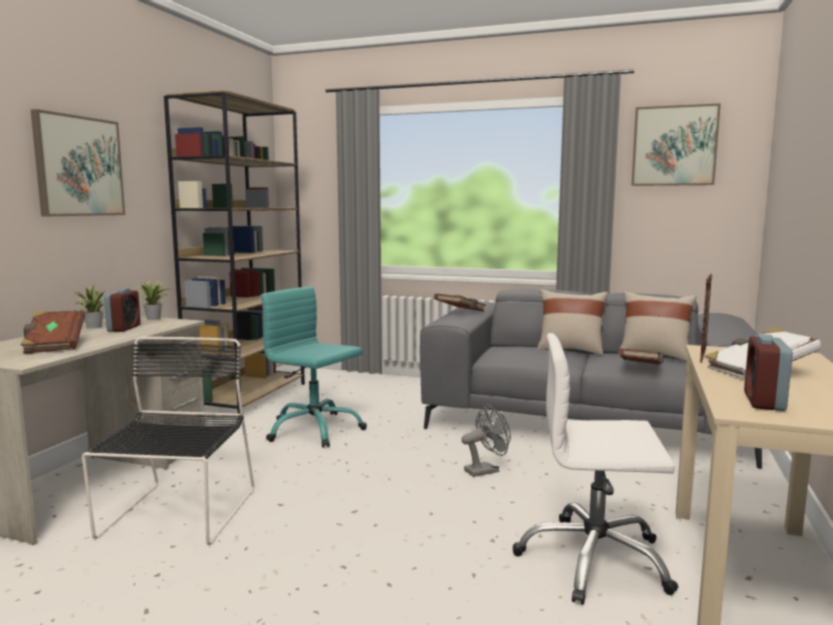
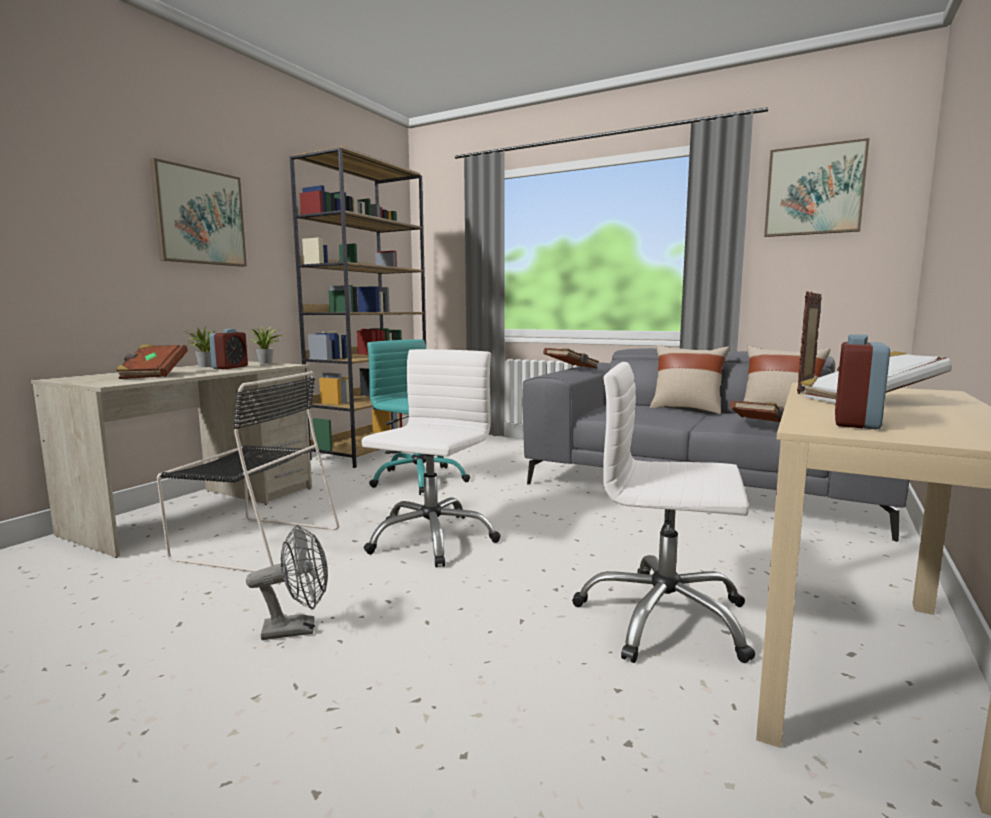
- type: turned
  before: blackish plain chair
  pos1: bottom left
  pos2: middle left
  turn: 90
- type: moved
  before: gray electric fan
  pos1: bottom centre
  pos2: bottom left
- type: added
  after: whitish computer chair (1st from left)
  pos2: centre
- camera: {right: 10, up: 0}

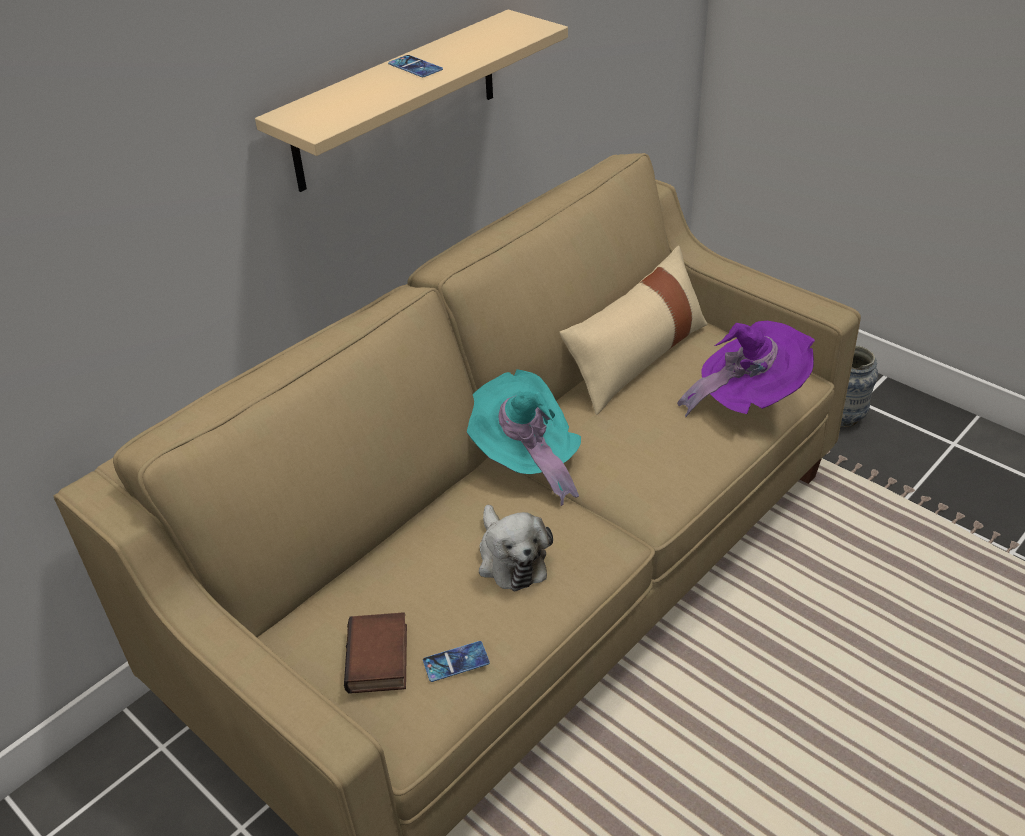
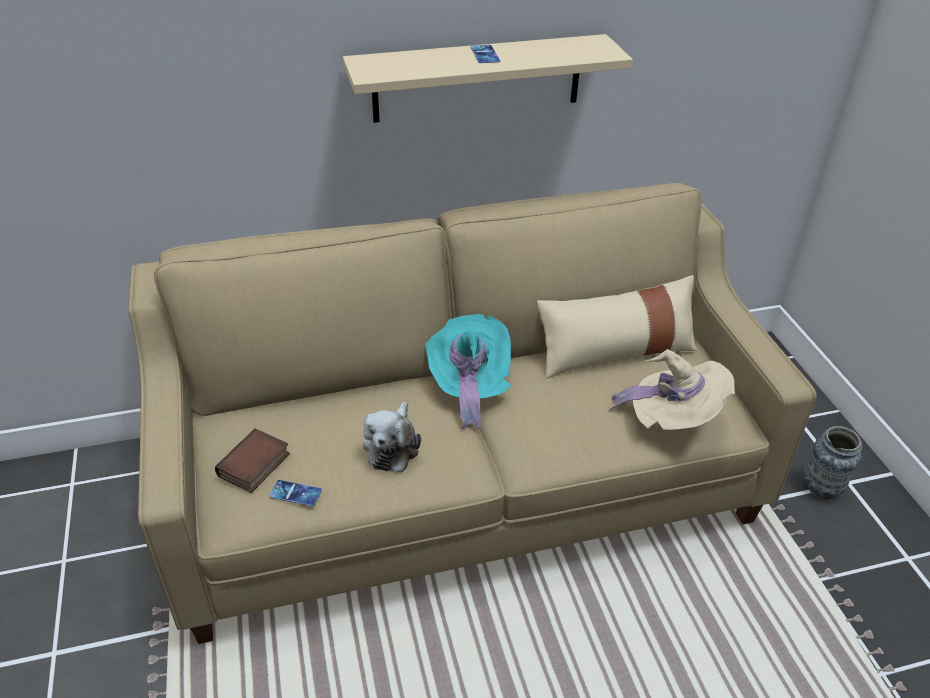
- type: recoloured
  before: purple hat
  after: sand-coloured hat
  pos1: middle right
  pos2: middle right
- camera: {right: 30, up: 0}

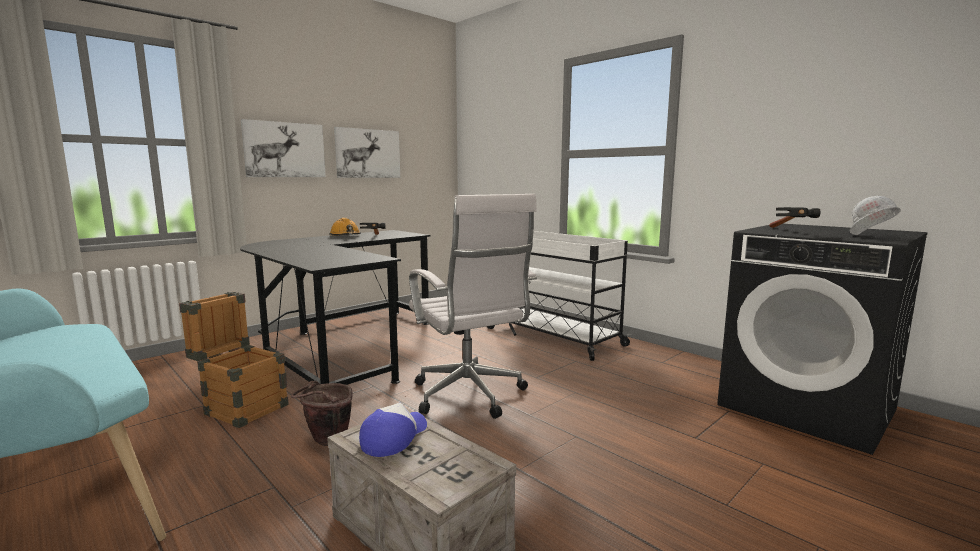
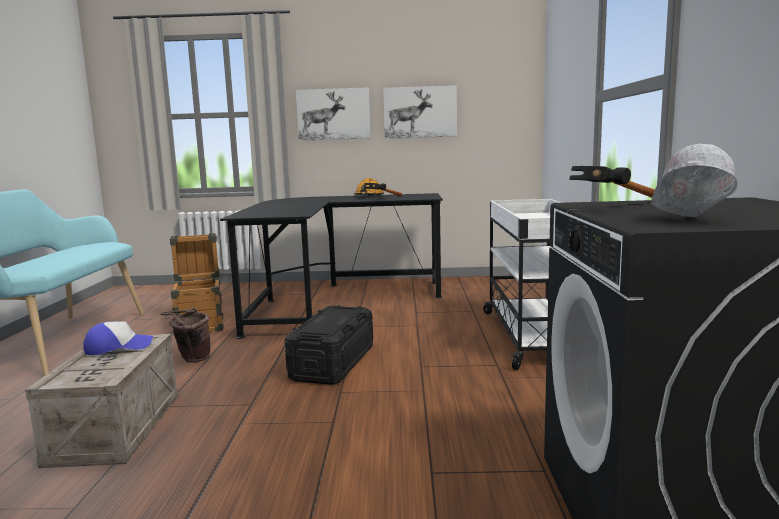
- type: replaced
  before: whitish computer chair
  after: blackish storage container
  pos1: centre
  pos2: centre
- camera: {right: 45, up: 0}

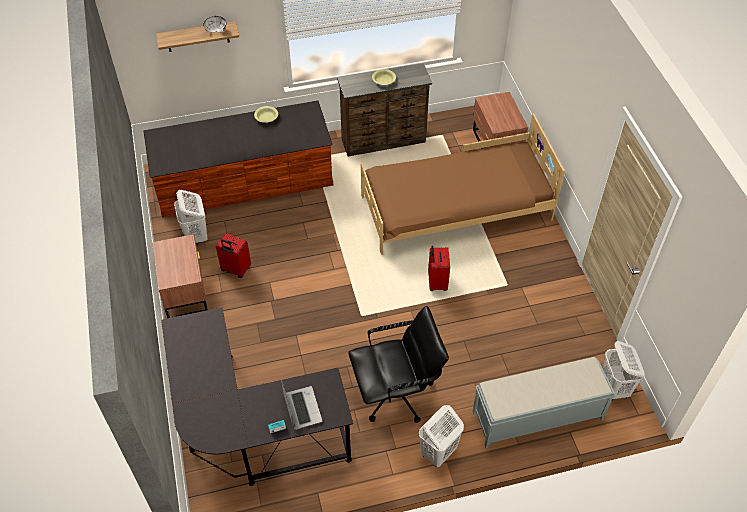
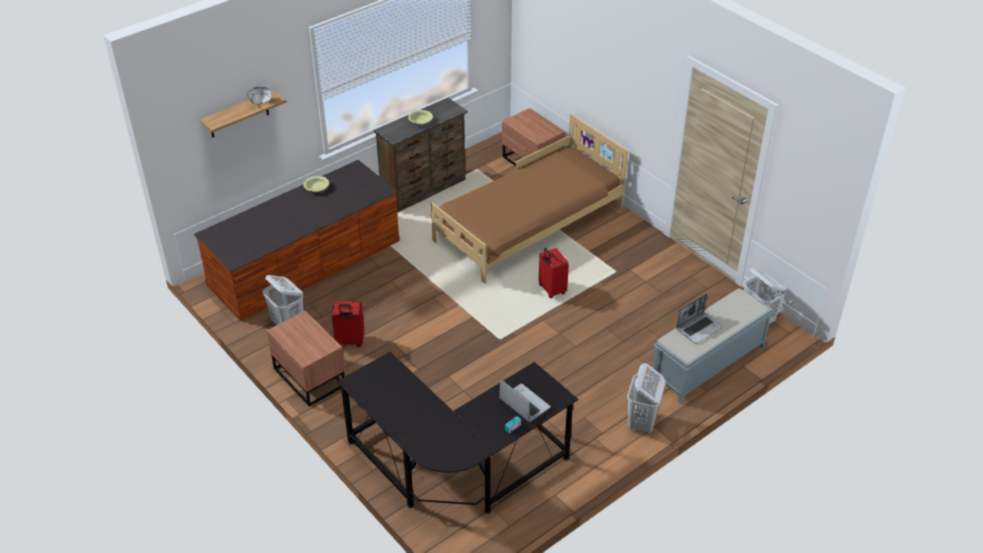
- type: removed
  before: blackish computer chair
  pos1: bottom centre
- type: added
  after: notebook computer (2nd from left)
  pos2: middle right
- camera: {right: -25, up: -10}

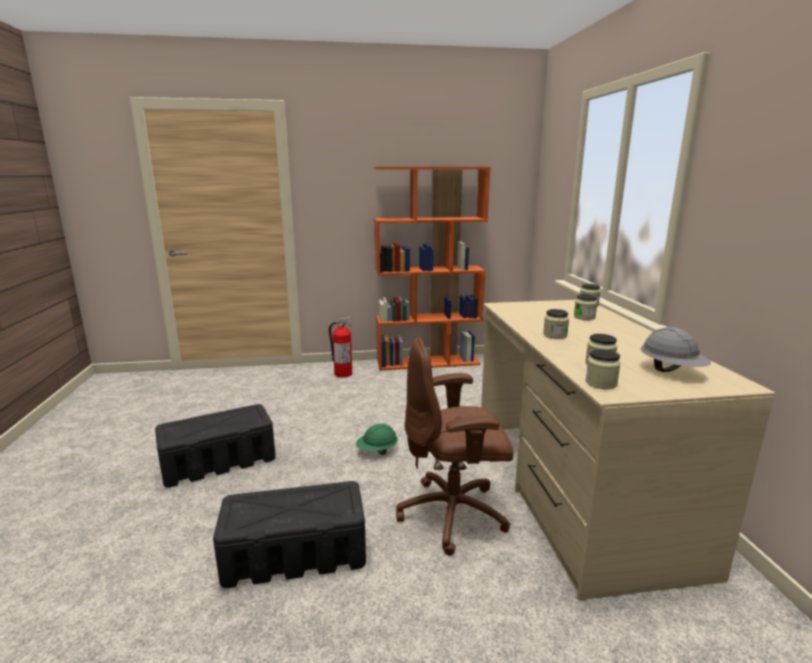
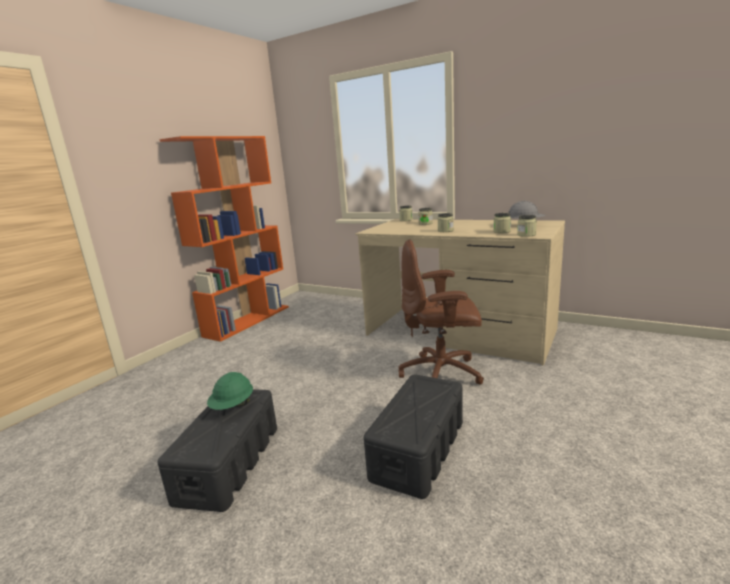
- type: removed
  before: extinguisher
  pos1: centre
- type: turned
  before: brownish computer chair
  pos1: bottom centre
  pos2: centre
  turn: 60
- type: moved
  before: greenish hard hat
  pos1: centre
  pos2: bottom left
- camera: {right: -50, up: 0}

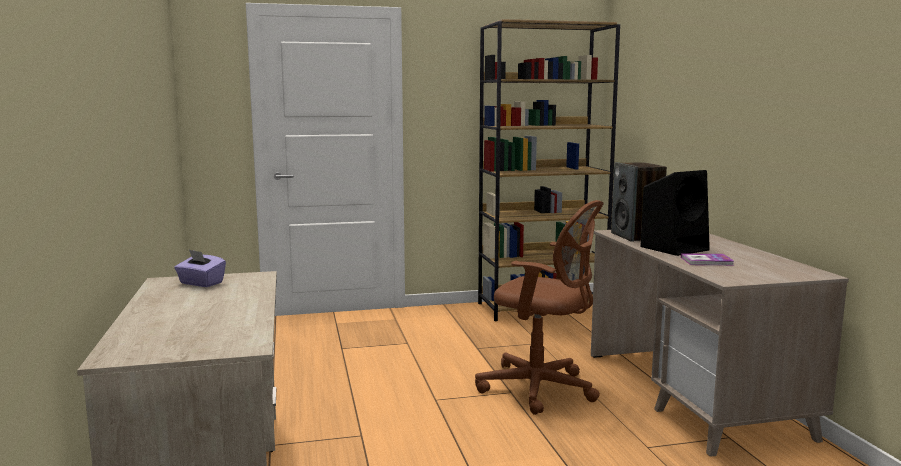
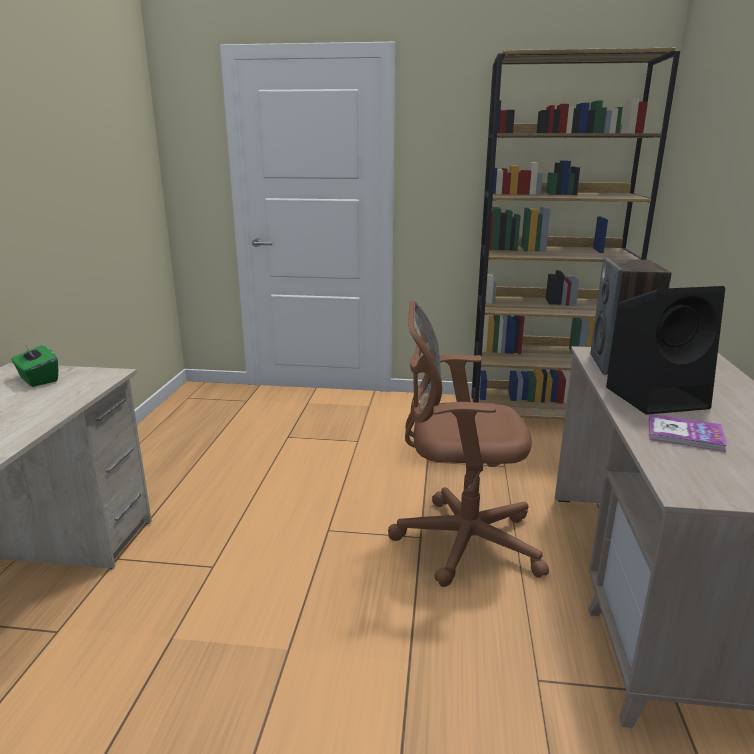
- type: turned
  before: brownish computer chair
  pos1: centre
  pos2: centre
  turn: 135
- type: recoloured
  before: purple tissue box
  after: greenish tissue box
  pos1: middle left
  pos2: middle left
- camera: {right: 20, up: 10}

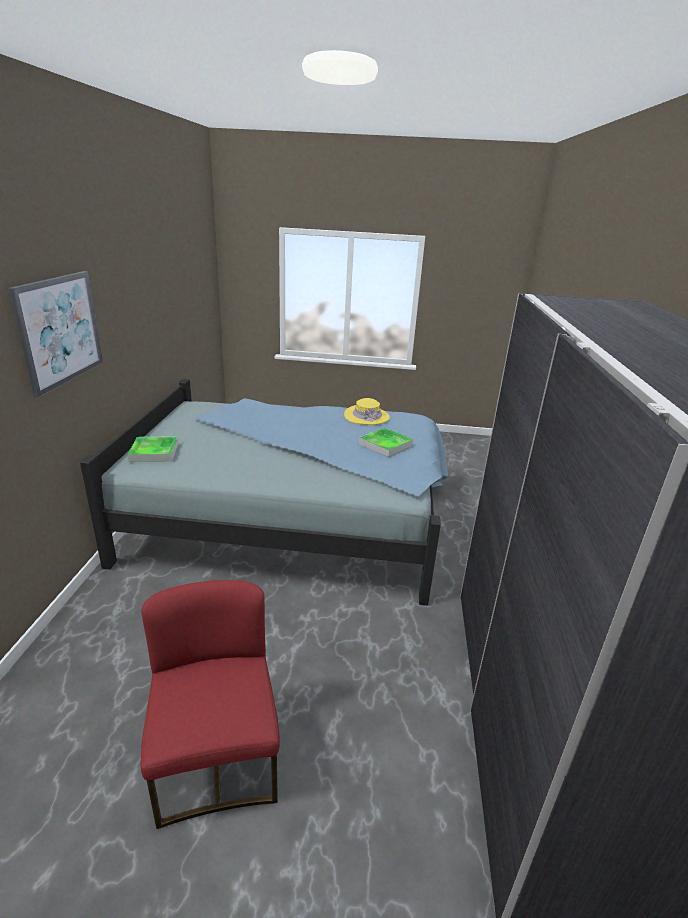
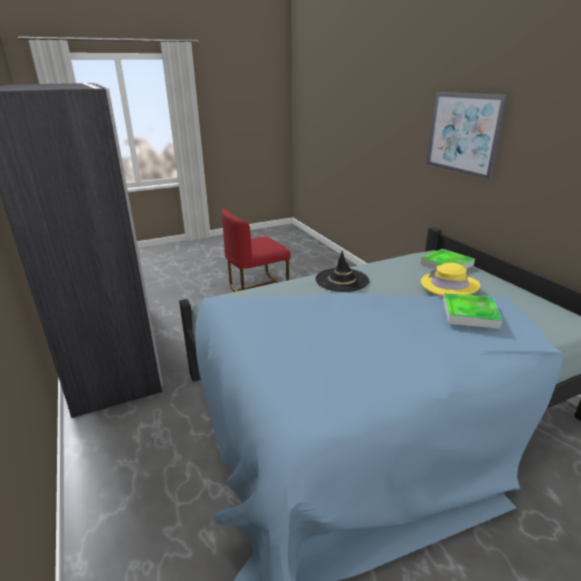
- type: moved
  before: yellowish hat
  pos1: centre
  pos2: middle right
- type: moved
  before: tray (2nd from left)
  pos1: centre
  pos2: middle right
- type: turned
  before: red-coloured plain chair
  pos1: bottom left
  pos2: centre
  turn: 105
- type: added
  after: blackish hat
  pos2: centre
- camera: {right: 150, up: 0}

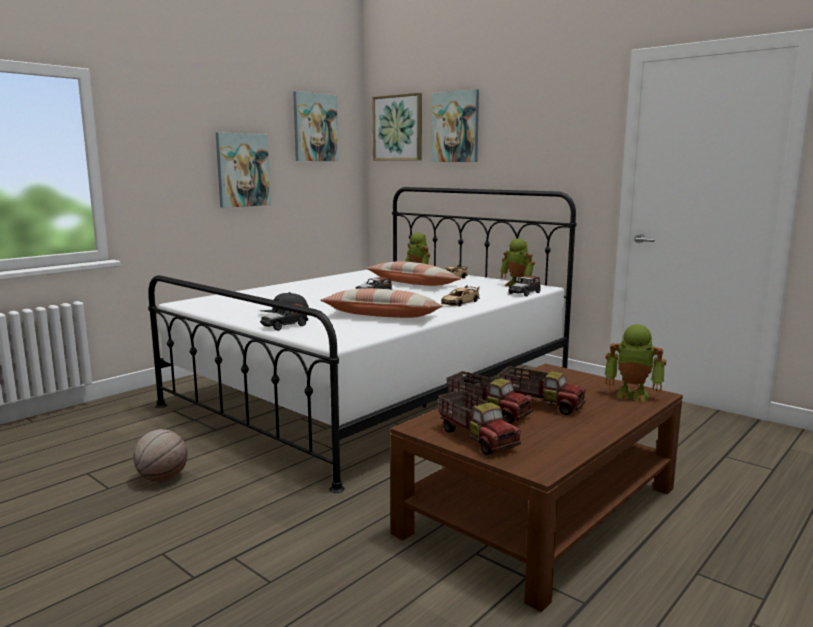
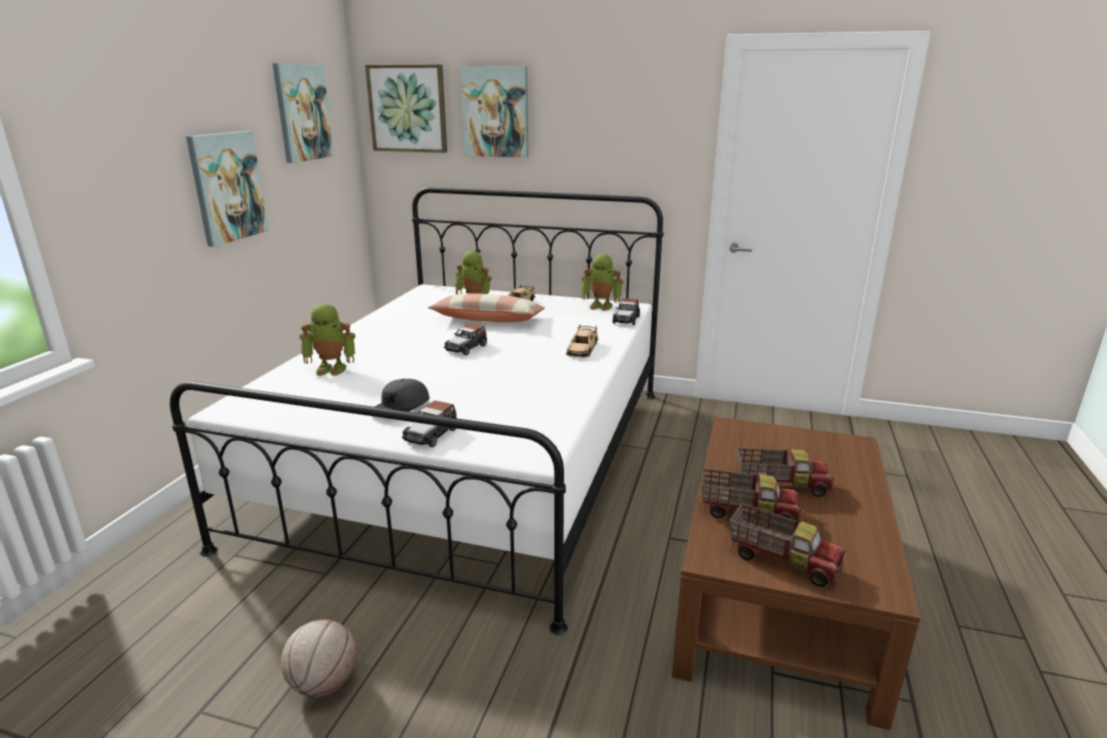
- type: removed
  before: throw pillow (1st from left)
  pos1: centre
- type: moved
  before: toy robot (3rd from left in the first image)
  after: toy robot (1st from left)
  pos1: middle right
  pos2: middle left
- camera: {right: -25, up: 10}

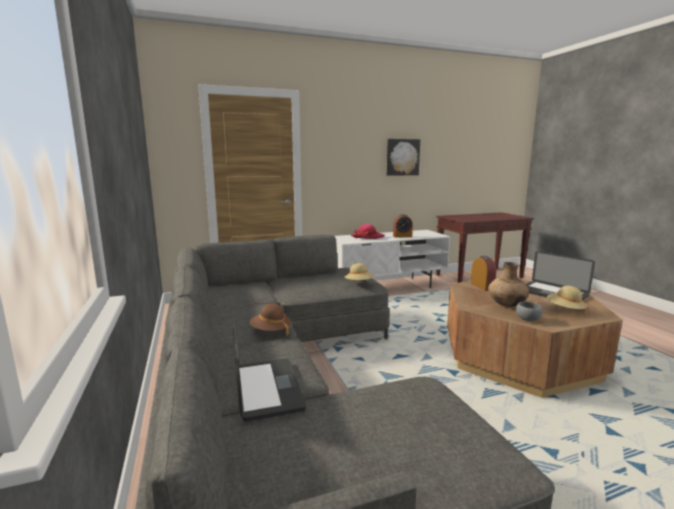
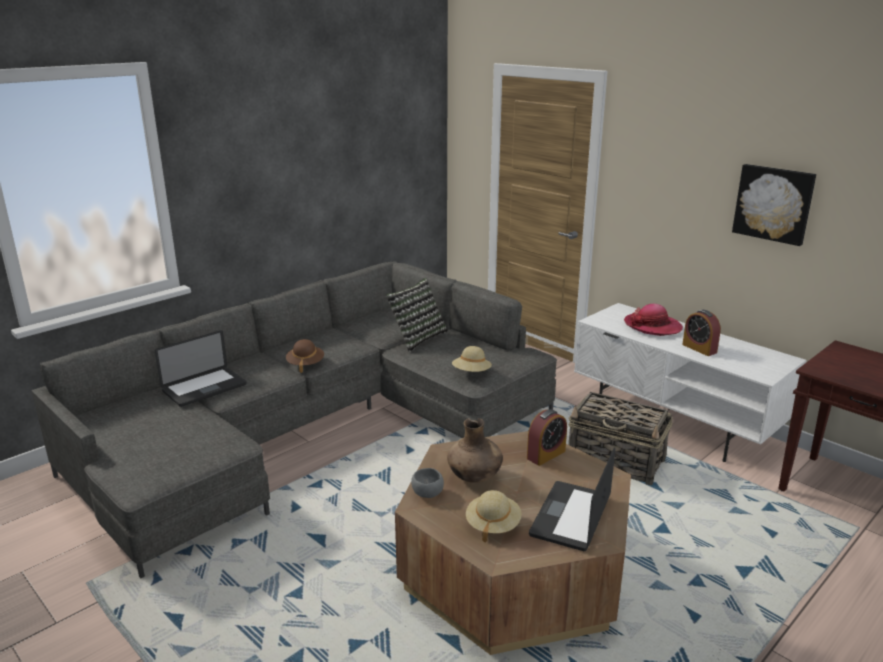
- type: added
  after: throw pillow
  pos2: centre
- type: added
  after: storage basket
  pos2: middle right
- camera: {right: 65, up: 10}

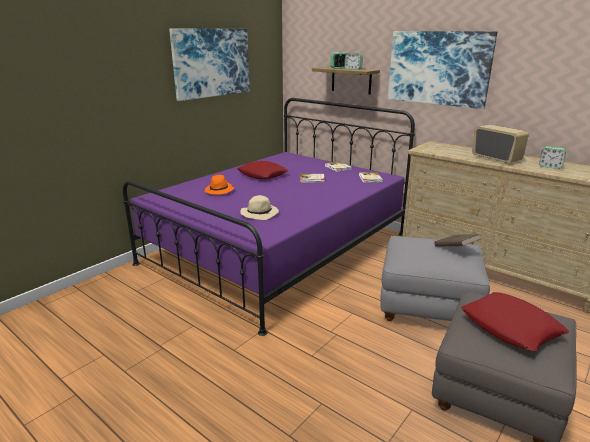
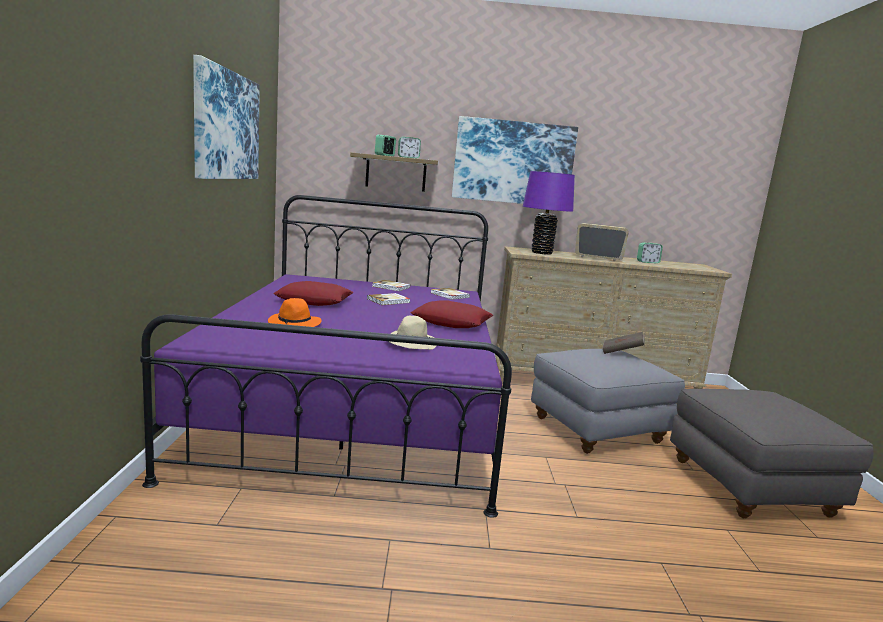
- type: moved
  before: red-coloured throw pillow (2nd from left)
  pos1: bottom right
  pos2: centre
- type: added
  after: purple lamp for a table
  pos2: centre
- camera: {right: -40, up: -10}

